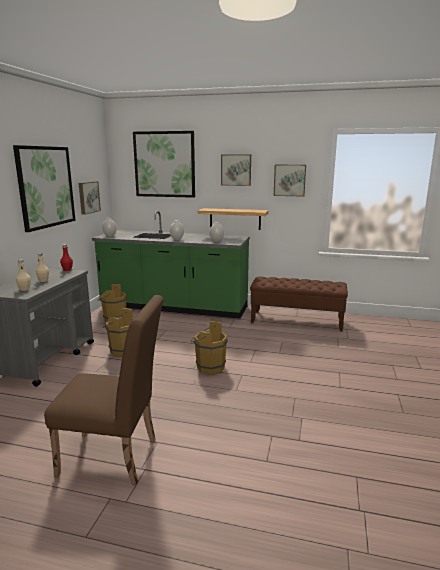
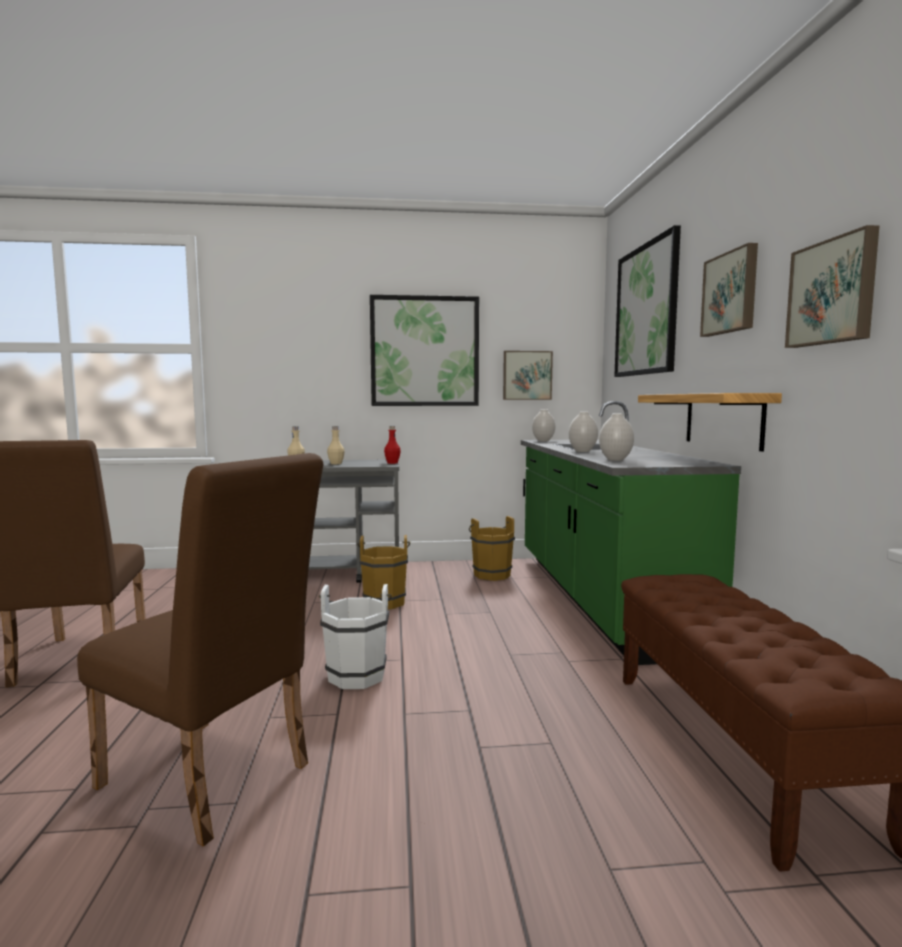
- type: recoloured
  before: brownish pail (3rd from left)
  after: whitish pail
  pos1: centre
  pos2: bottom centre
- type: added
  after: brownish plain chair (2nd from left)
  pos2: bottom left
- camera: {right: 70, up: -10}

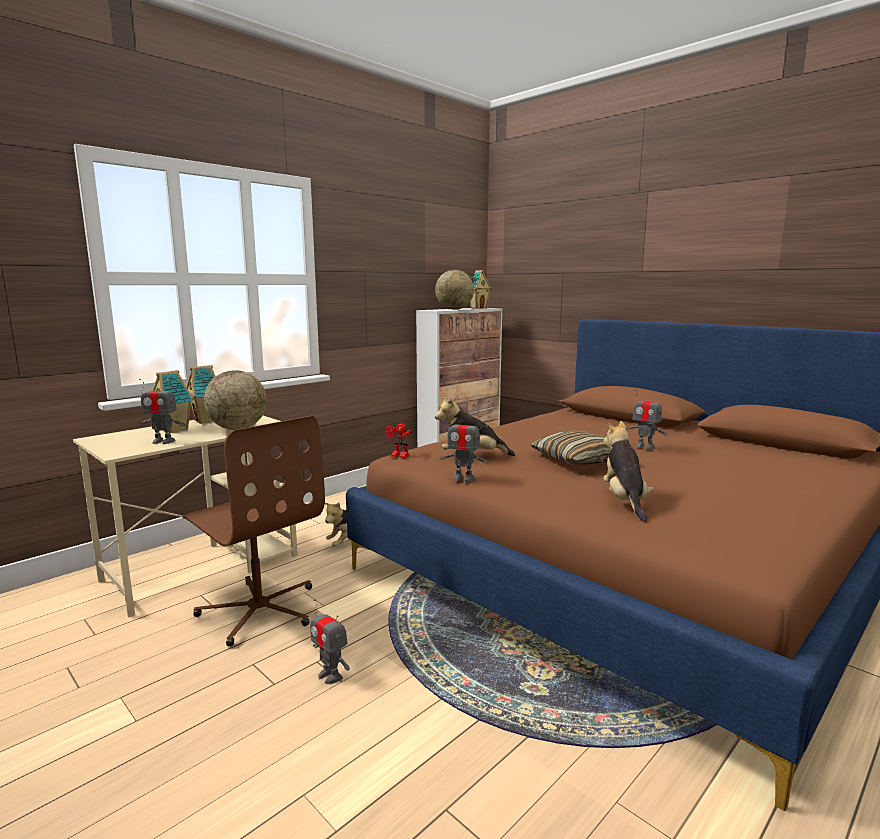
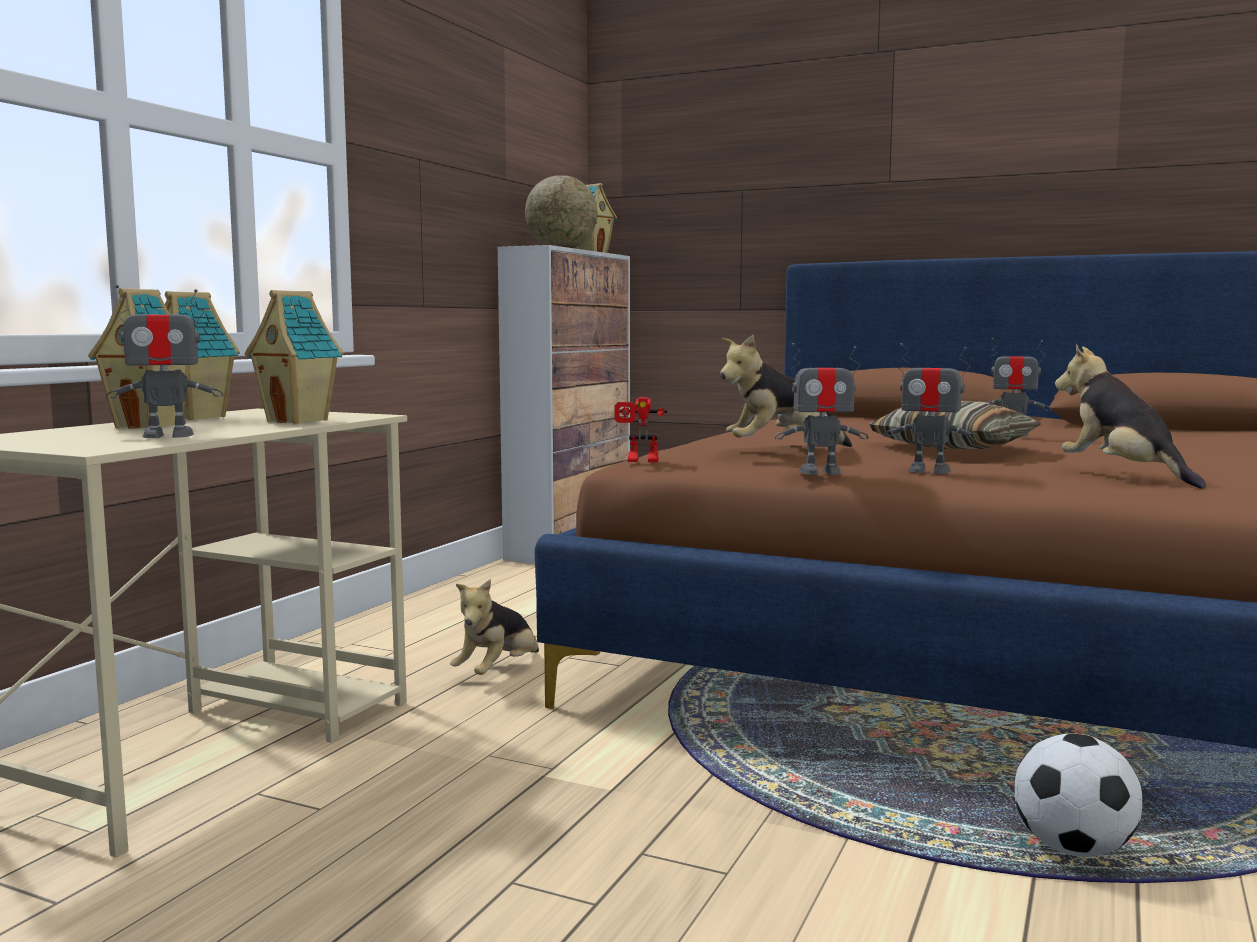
- type: replaced
  before: globe (1st from left)
  after: model house (3rd from left)
  pos1: middle left
  pos2: middle left
- type: removed
  before: brownish computer chair
  pos1: middle left
- type: moved
  before: toy robot (2nd from left in the first image)
  after: toy robot (4th from left)
  pos1: bottom centre
  pos2: middle right
- type: added
  after: ball for football
  pos2: bottom right
- camera: {right: -20, up: -5}

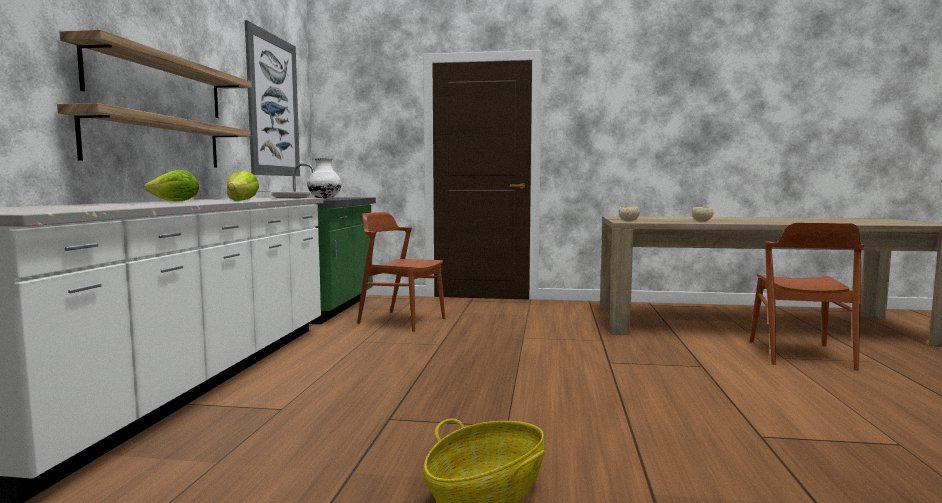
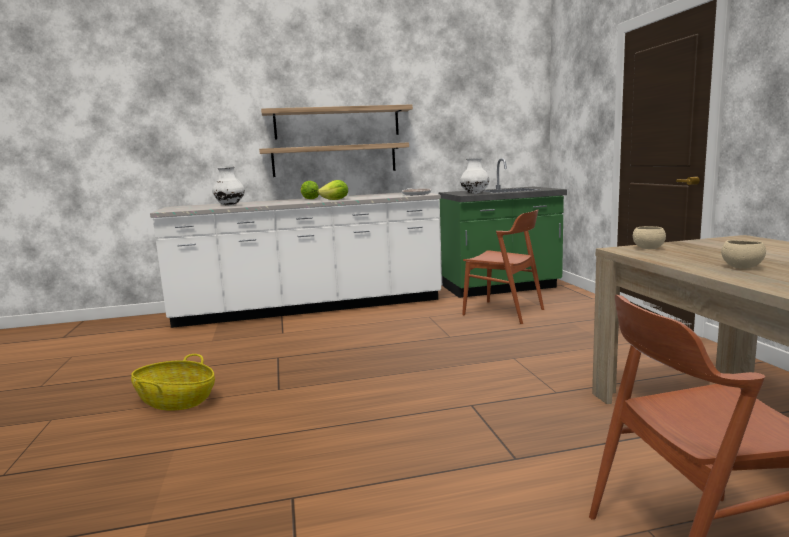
- type: removed
  before: wall art
  pos1: top left
- type: turned
  before: brownish plain chair (1st from left)
  pos1: centre
  pos2: centre
  turn: 120
- type: added
  after: whitish flower vase (1st from left)
  pos2: middle left
- camera: {right: 70, up: 5}

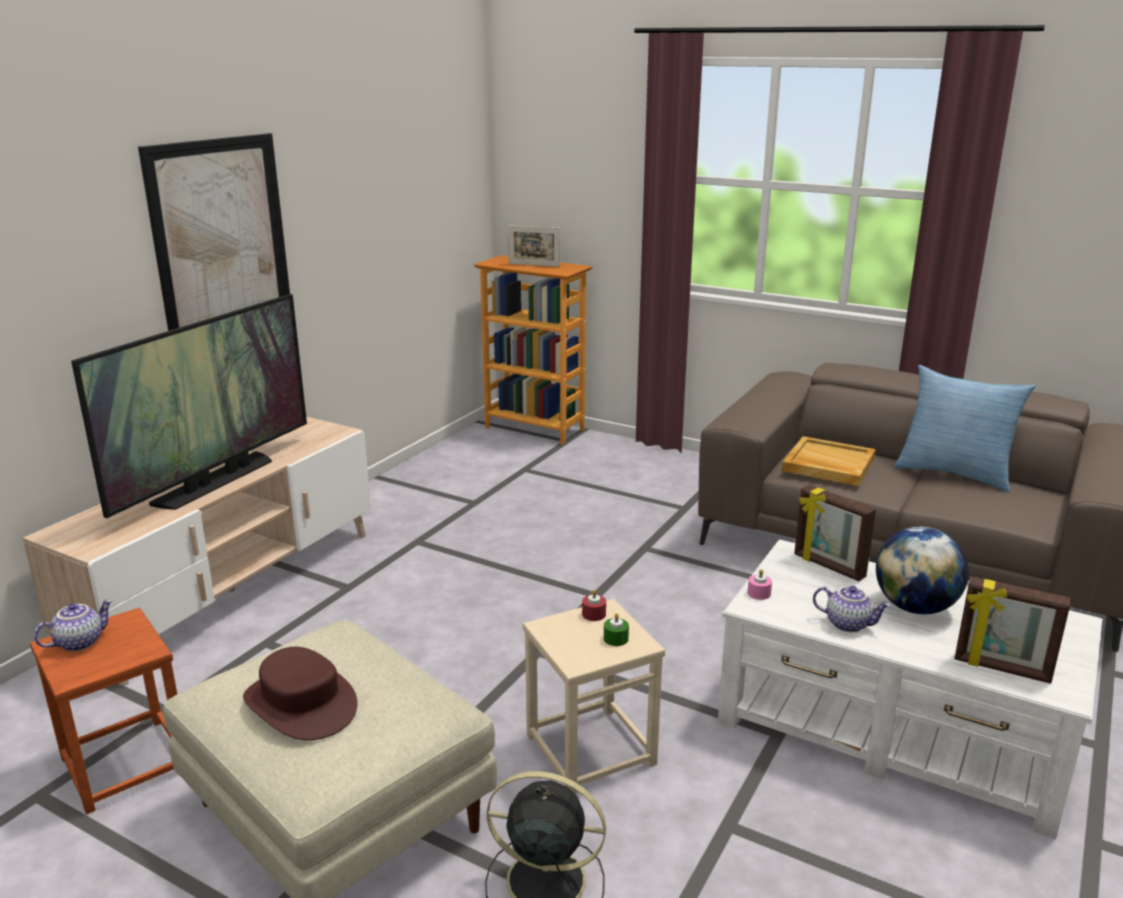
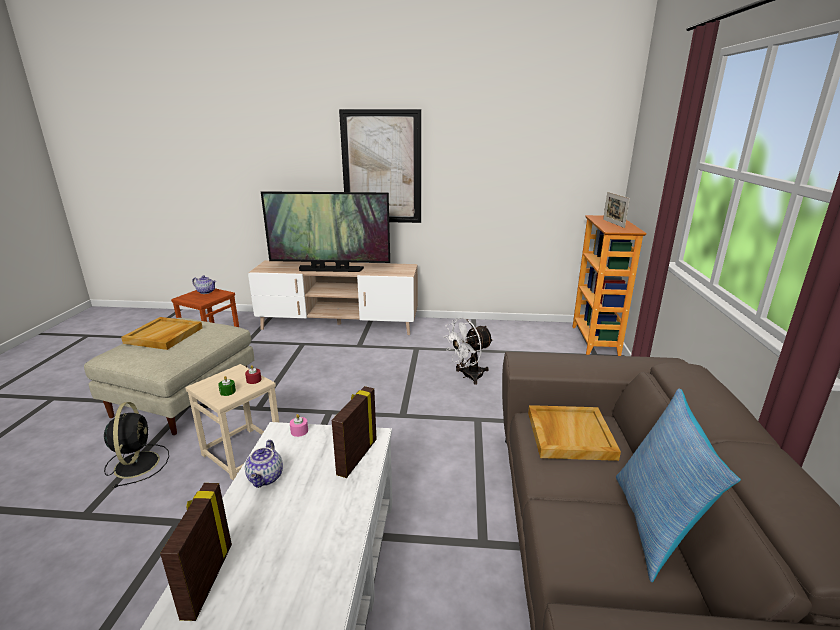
- type: removed
  before: globe
  pos1: middle right
- type: replaced
  before: brownish hat
  after: sand-coloured tray (1st from left)
  pos1: bottom left
  pos2: middle left
- type: added
  after: whitish electric fan
  pos2: centre
- camera: {right: 65, up: 0}

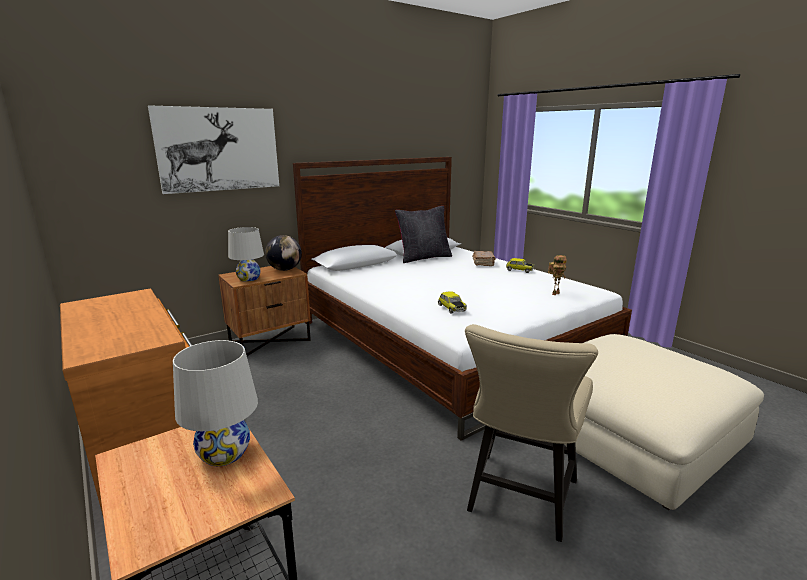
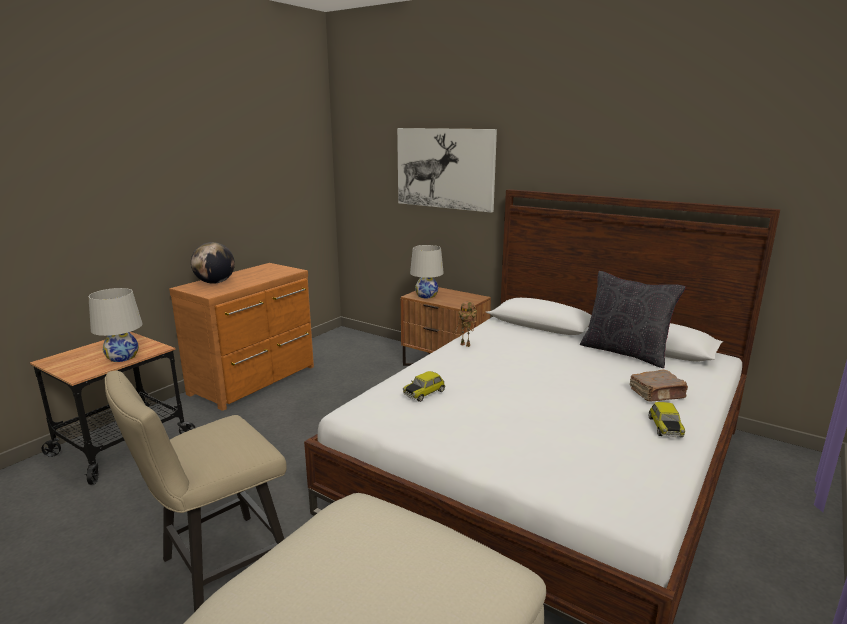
- type: moved
  before: globe
  pos1: centre
  pos2: middle left
- type: moved
  before: toy robot
  pos1: middle right
  pos2: centre
- type: turned
  before: sand-coloured plain chair
  pos1: bottom centre
  pos2: bottom left
  turn: -45
- camera: {right: 70, up: 0}

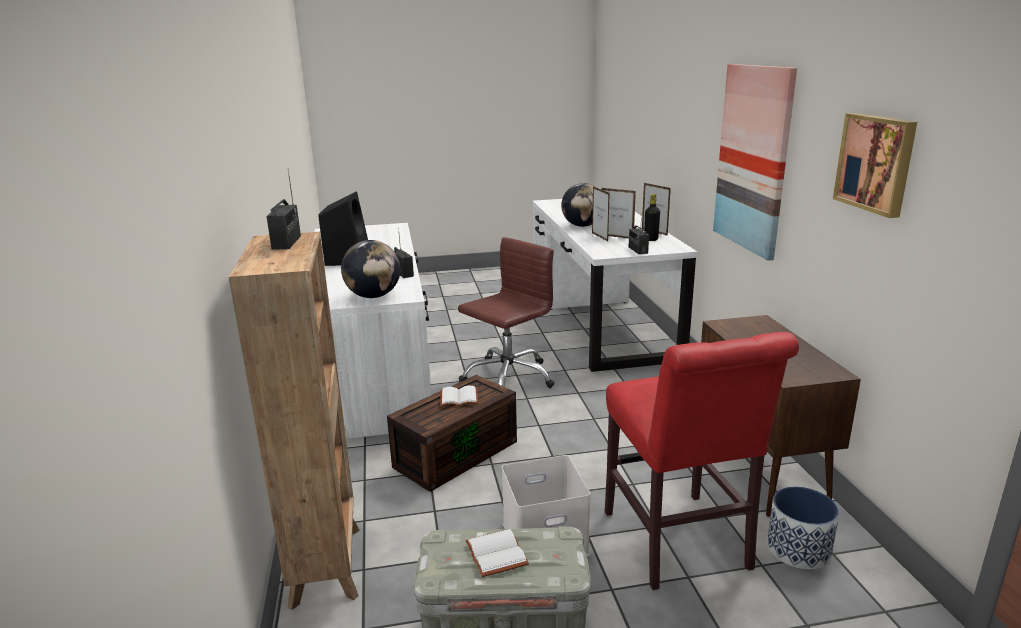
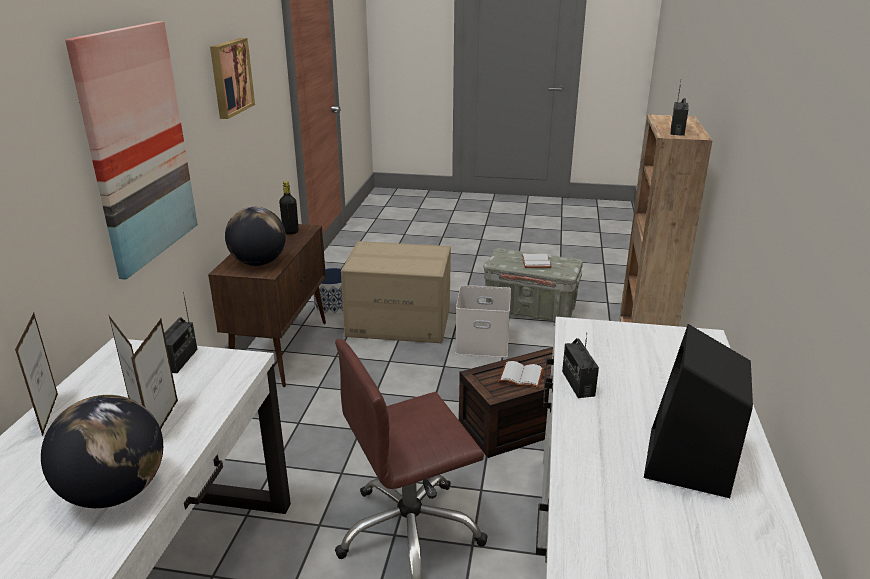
- type: moved
  before: blackish bottle
  pos1: centre
  pos2: middle left
- type: moved
  before: globe (1st from left in the first image)
  after: globe (2nd from left)
  pos1: centre
  pos2: middle left
- type: replaced
  before: red-coloured plain chair
  after: carton
  pos1: bottom right
  pos2: centre
- camera: {right: -160, up: 5}

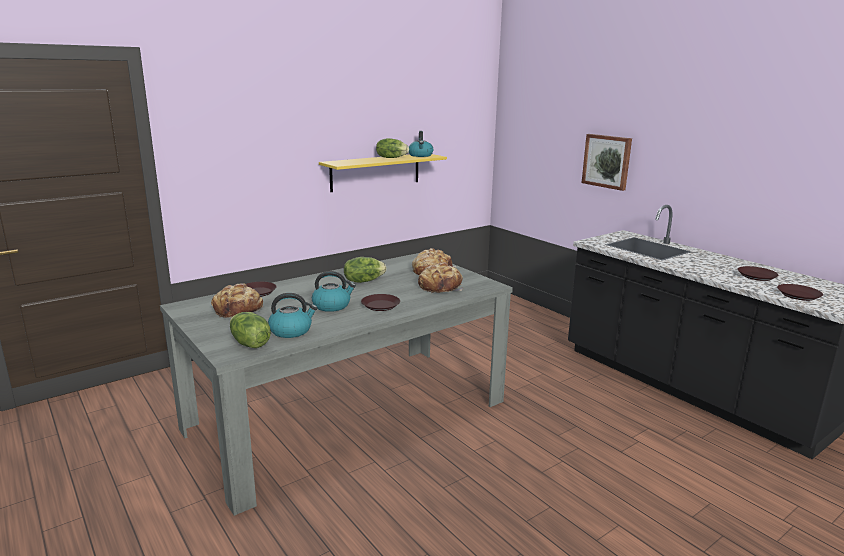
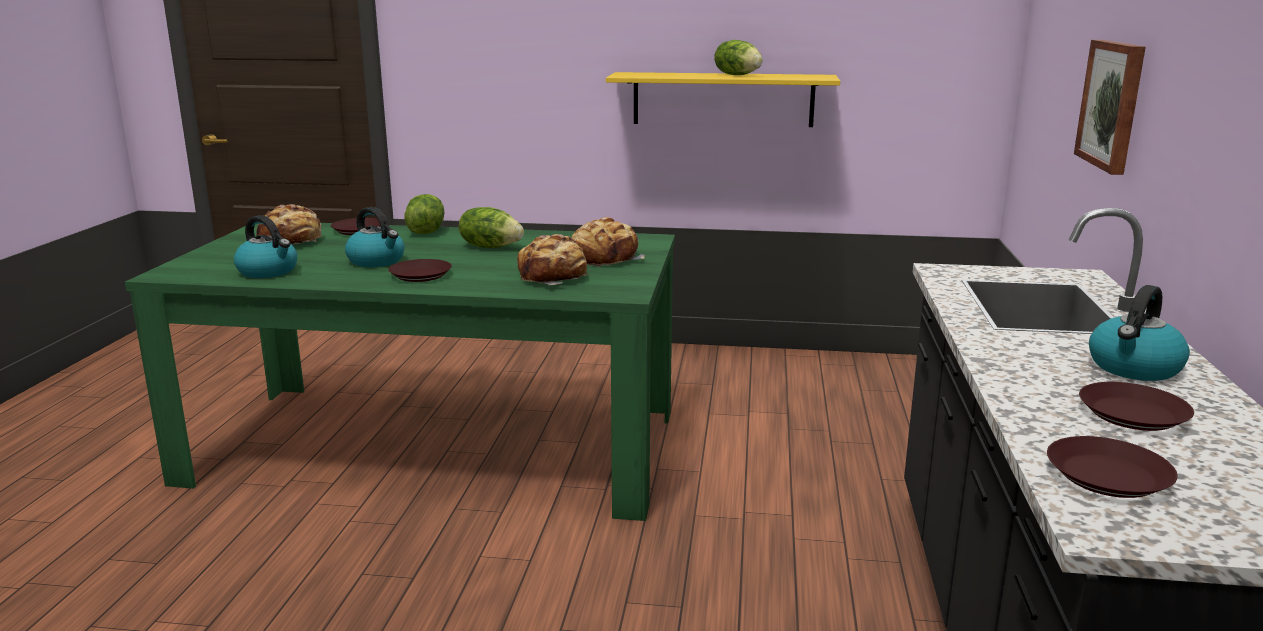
- type: moved
  before: tea kettle (3rd from left)
  pos1: top centre
  pos2: middle right
- type: recoloured
  before: gray kitchen table
  after: greenish kitchen table
  pos1: bottom centre
  pos2: middle left
- type: moved
  before: lettuce head (1st from left)
  pos1: middle left
  pos2: centre
- camera: {right: 45, up: 0}

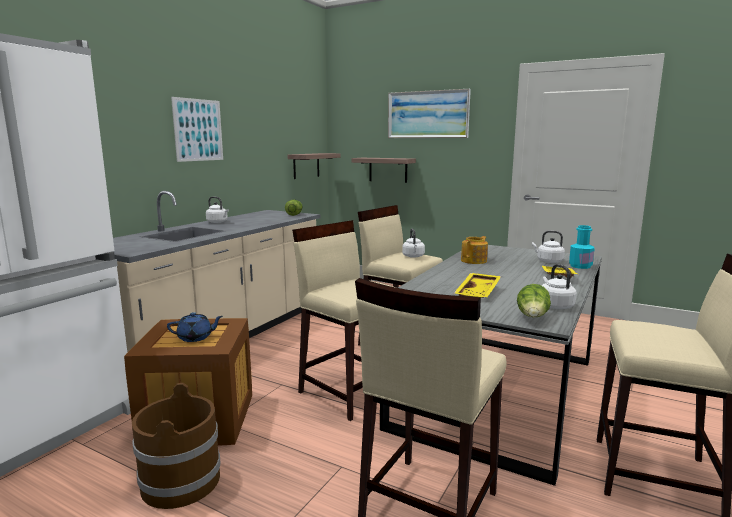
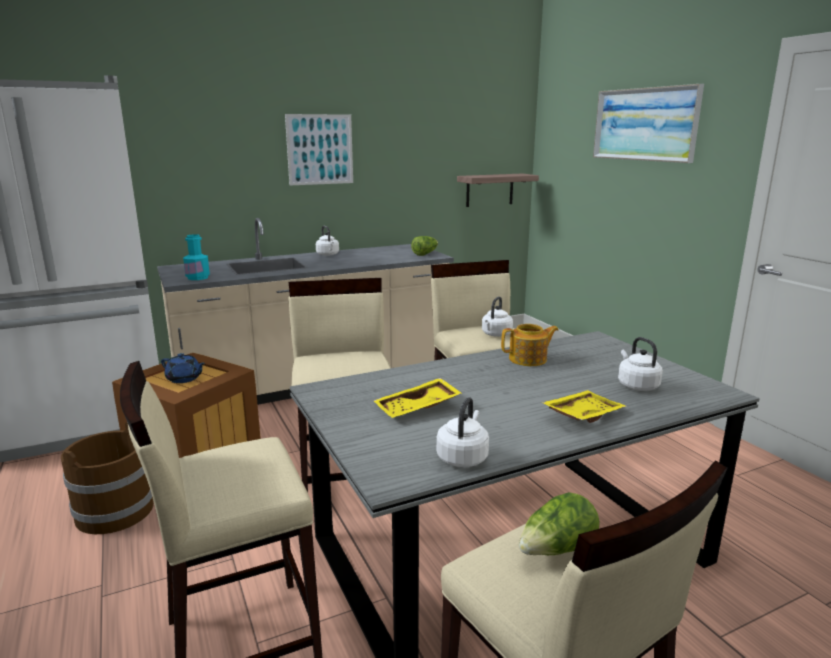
- type: removed
  before: shelf (2nd from left)
  pos1: top centre
- type: moved
  before: turquoise bottle
  pos1: middle right
  pos2: middle left
- type: moved
  before: lettuce head (2nd from left)
  pos1: middle right
  pos2: bottom right
- camera: {right: 35, up: 5}

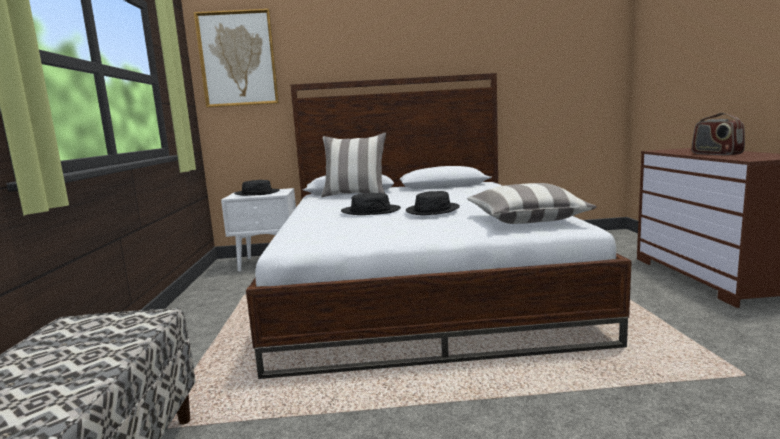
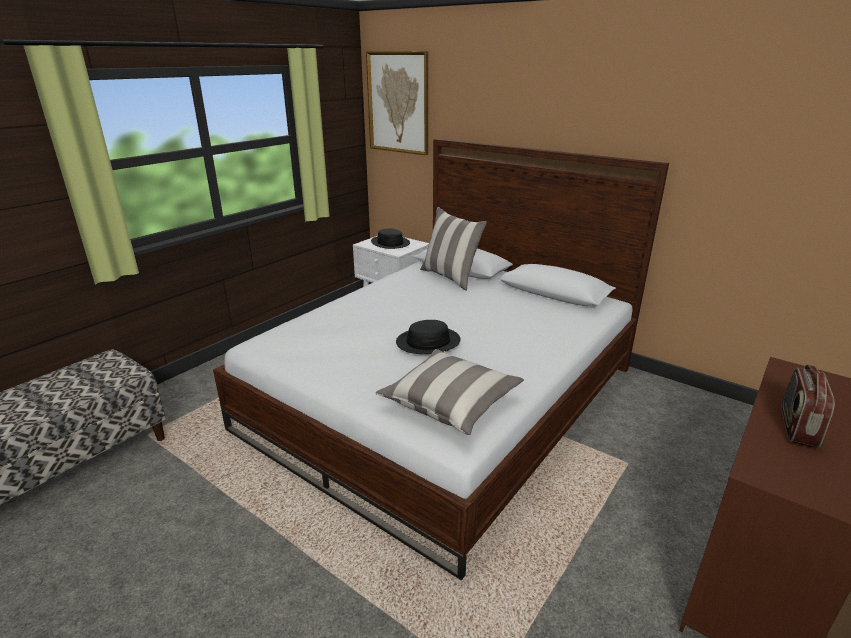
- type: removed
  before: blackish hat (2nd from left)
  pos1: centre
- camera: {right: 40, up: 15}

